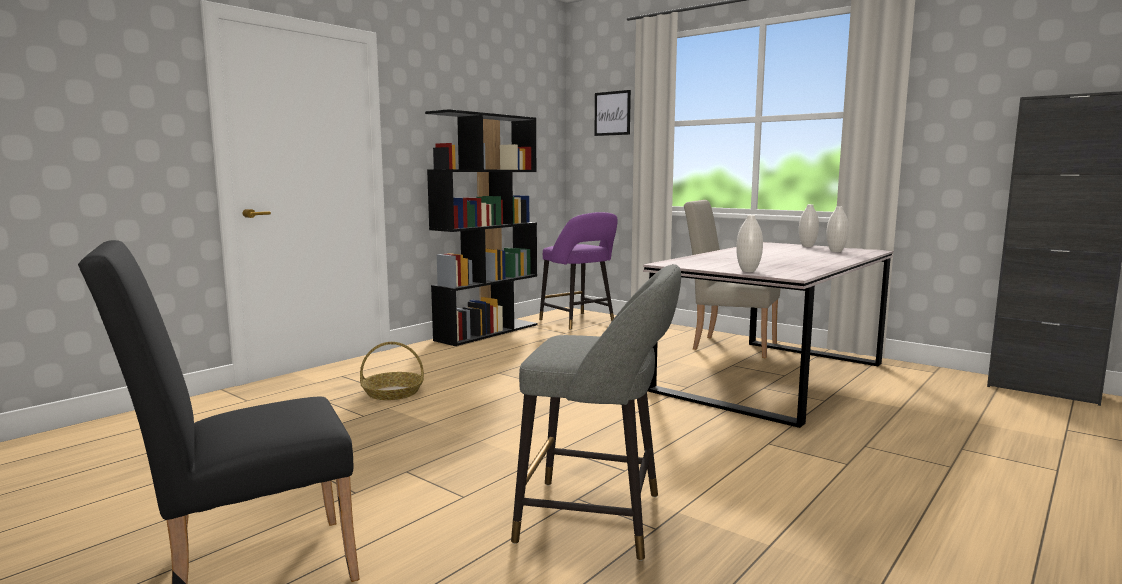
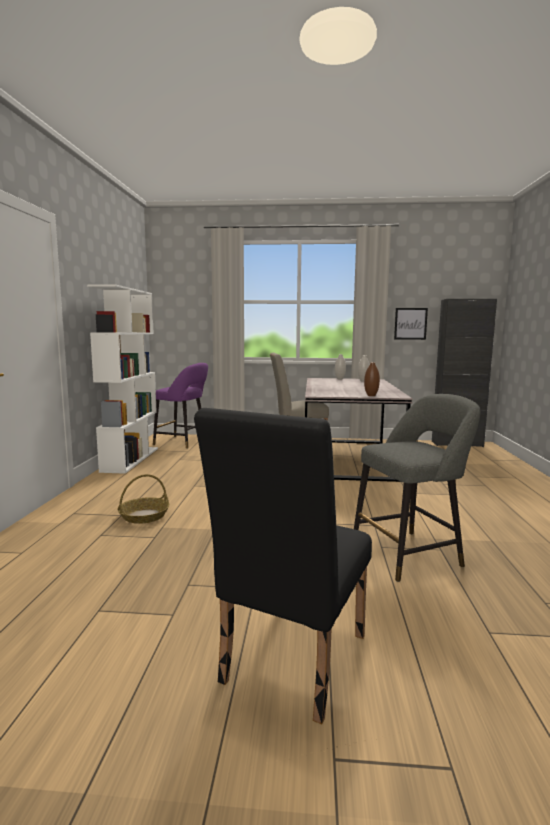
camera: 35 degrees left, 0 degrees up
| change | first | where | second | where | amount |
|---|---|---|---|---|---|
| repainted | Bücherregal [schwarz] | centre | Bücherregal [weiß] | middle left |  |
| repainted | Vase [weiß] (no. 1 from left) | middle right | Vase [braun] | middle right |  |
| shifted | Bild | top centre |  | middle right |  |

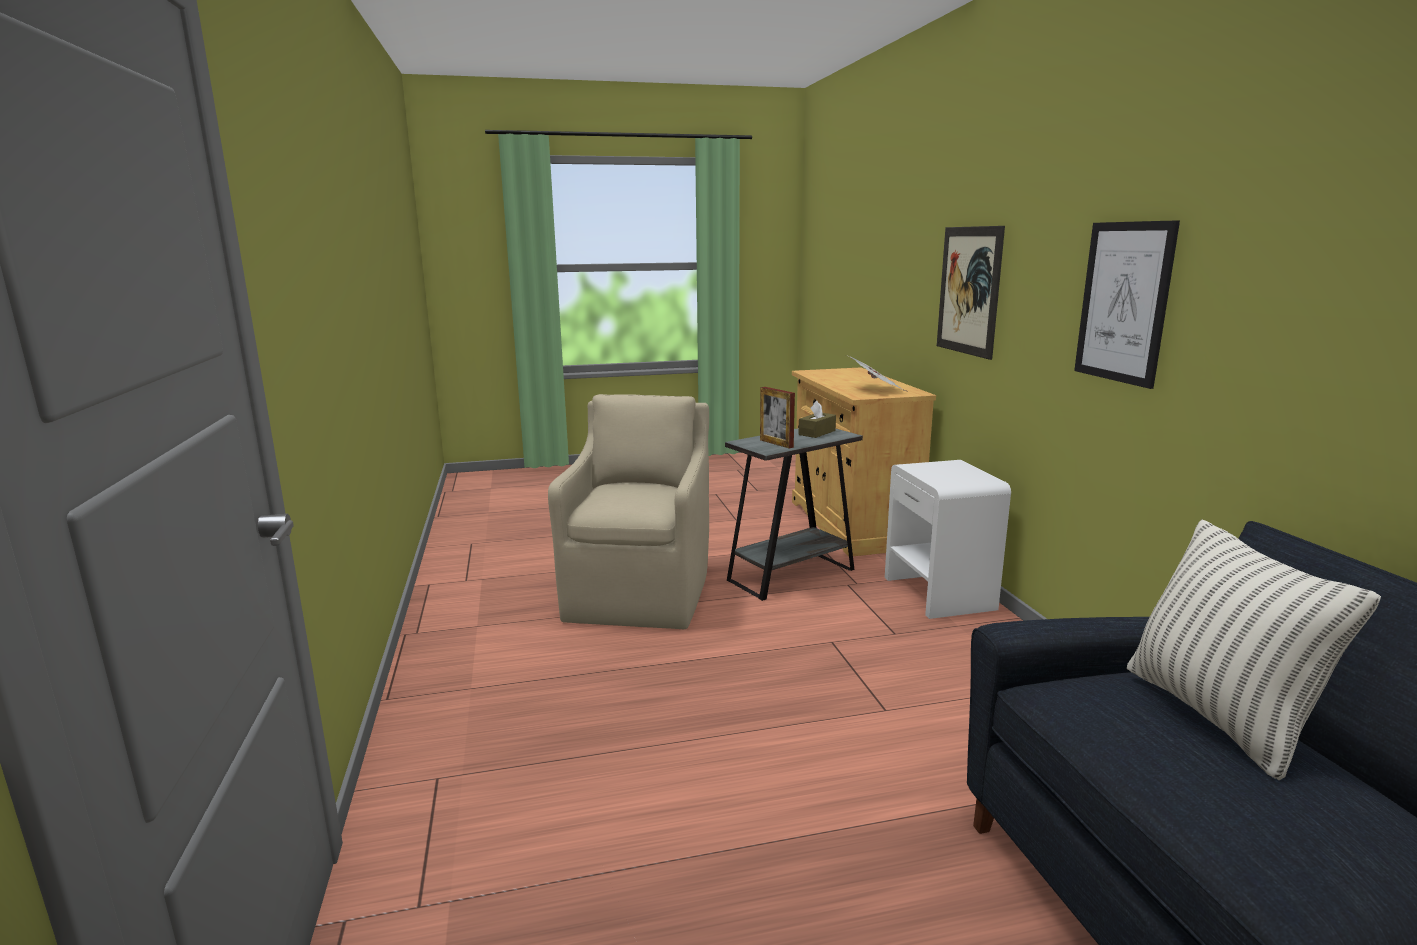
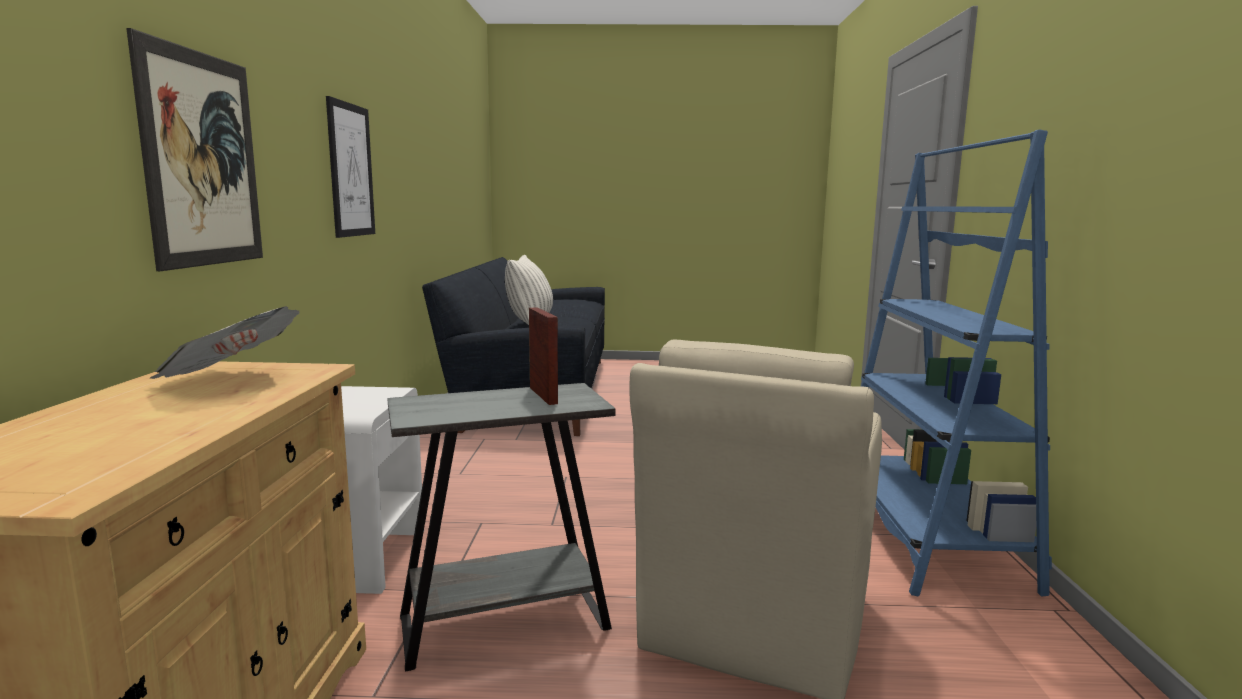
camera: 165 degrees left, 5 degrees down
| change | first | where | second | where | amount |
|---|---|---|---|---|---|
| new |  |  | Bücherregal [blau] | middle right |  |
| gone | Taschentuchbox [braun] | centre |  |  |  |

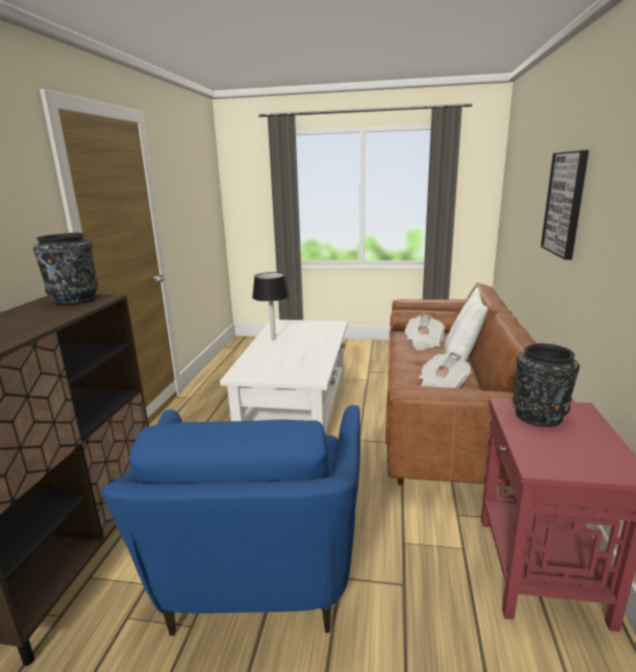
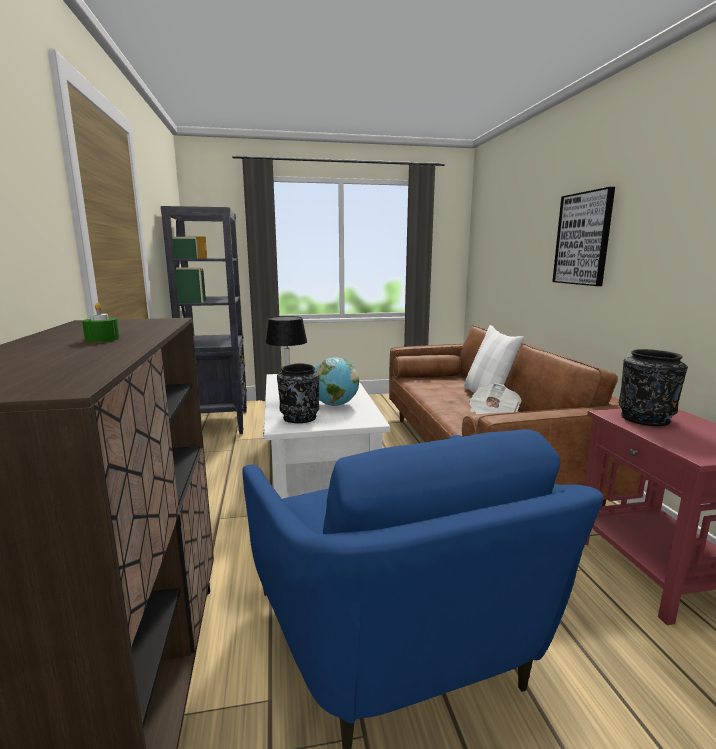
camera: 20 degrees left, 5 degrees down
| change | first | where | second | where | amount |
|---|---|---|---|---|---|
| new |  |  | Kerze [grün] | middle left |  |
| new |  |  | Bücherregal [schwarz] | middle left |  |
| shifted | Vase [schwarz] (no. 1 from left) | middle left |  | centre |  |
| new |  |  | Globus | centre |  |
| gone | Zeitung (no. 1 from left) | middle right |  |  |  |

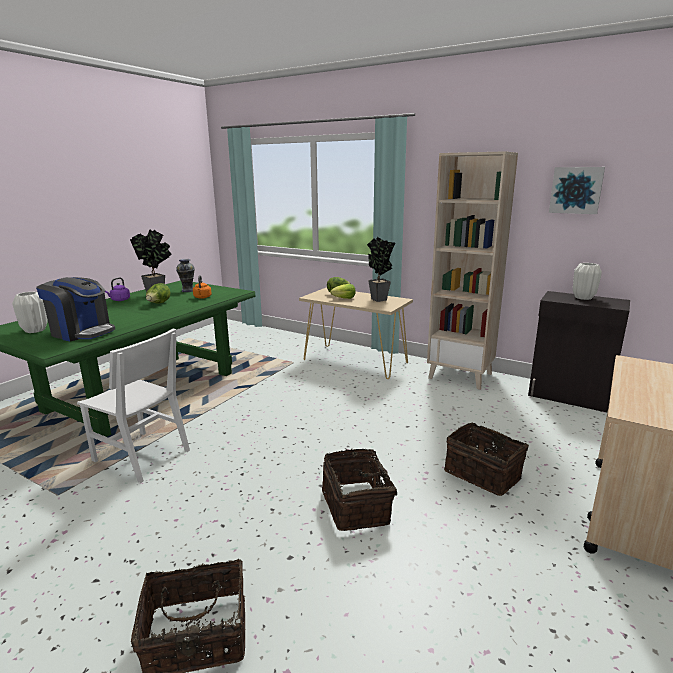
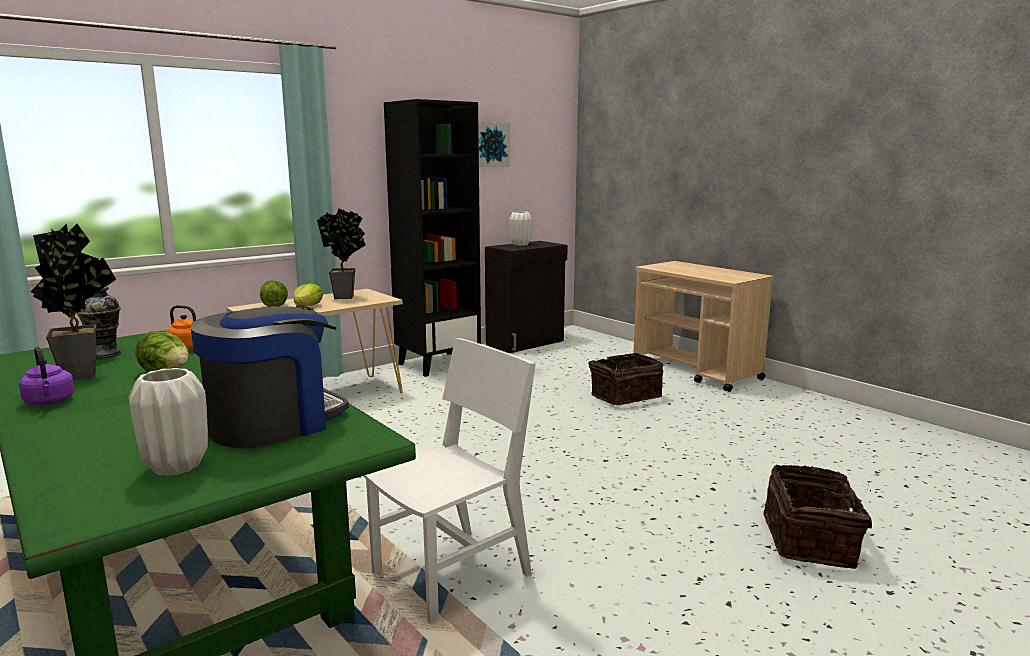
camera: 70 degrees left, 5 degrees down
| change | first | where | second | where | amount |
|---|---|---|---|---|---|
| repainted | Bücherregal [beige] | middle right | Bücherregal [schwarz] | centre |  |
| gone | Korb (no. 2 from left) | bottom centre |  |  |  |

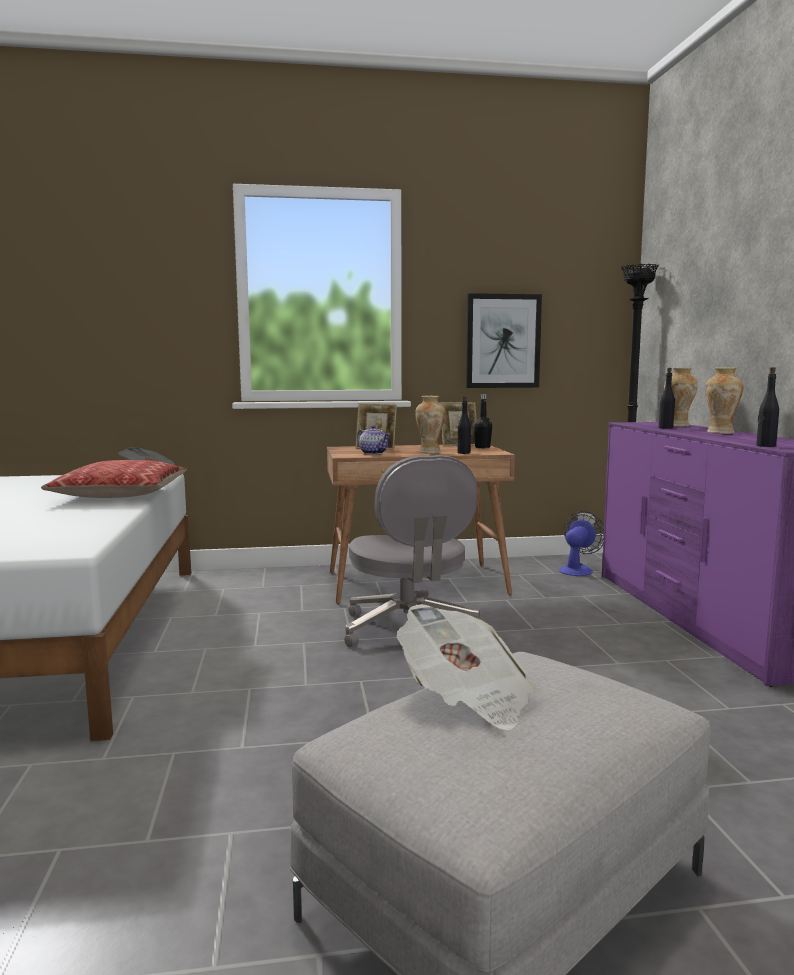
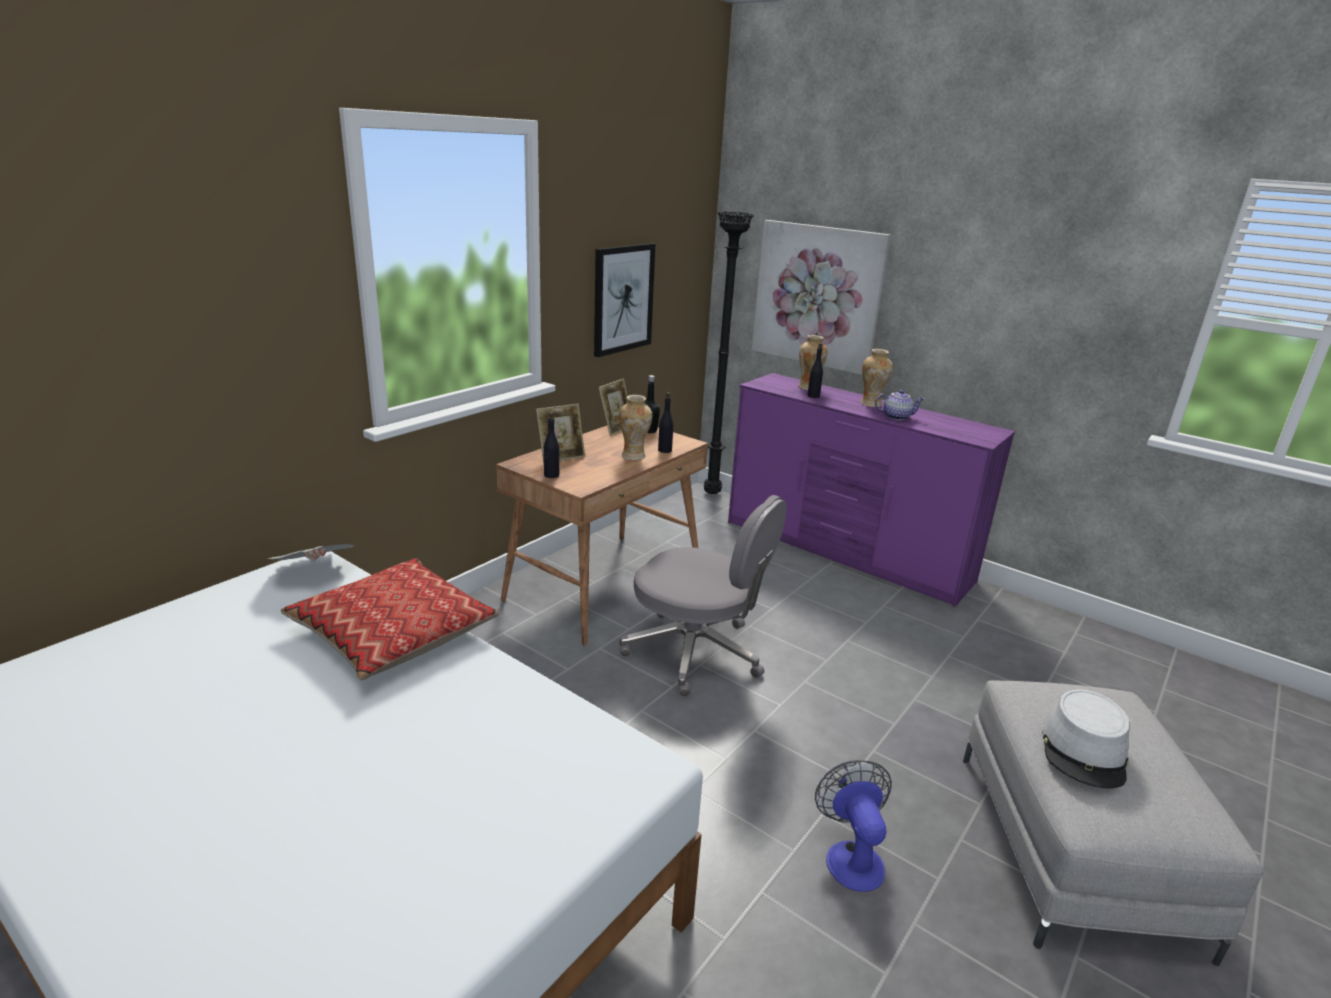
camera: 45 degrees left, 15 degrees up
| change | first | where | second | where | amount |
|---|---|---|---|---|---|
| shifted | Flasche [schwarz] (no. 4 from left in the first image) | middle right | Flasche [schwarz] (no. 1 from left) | centre |  |
| new |  |  | Bild (no. 2 from left) | top centre |  |
| shifted | Ventilator | middle right |  | bottom centre |  |
| shifted | Teekanne | centre |  | middle right |  |
| swapped | Zeitung (no. 2 from left) | bottom centre | Hut [grau] | bottom right |  |

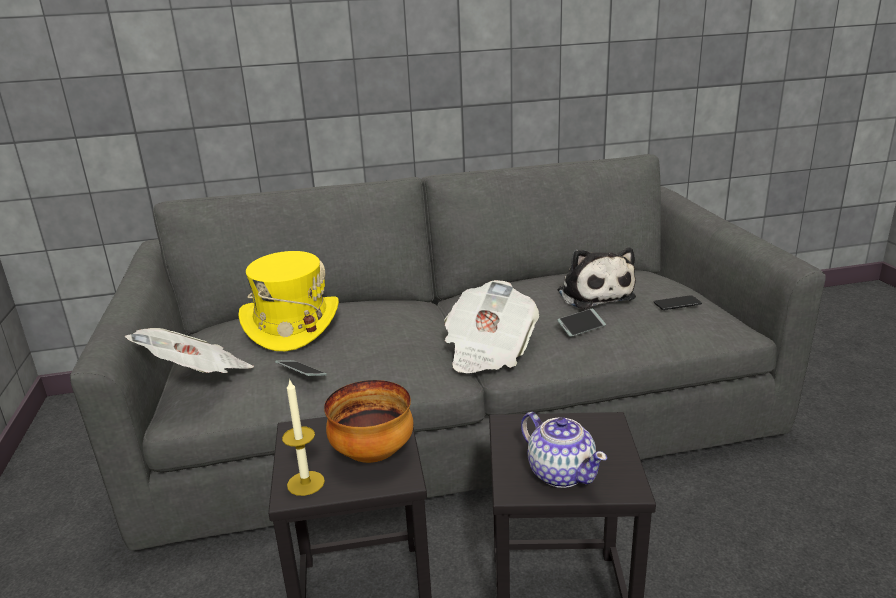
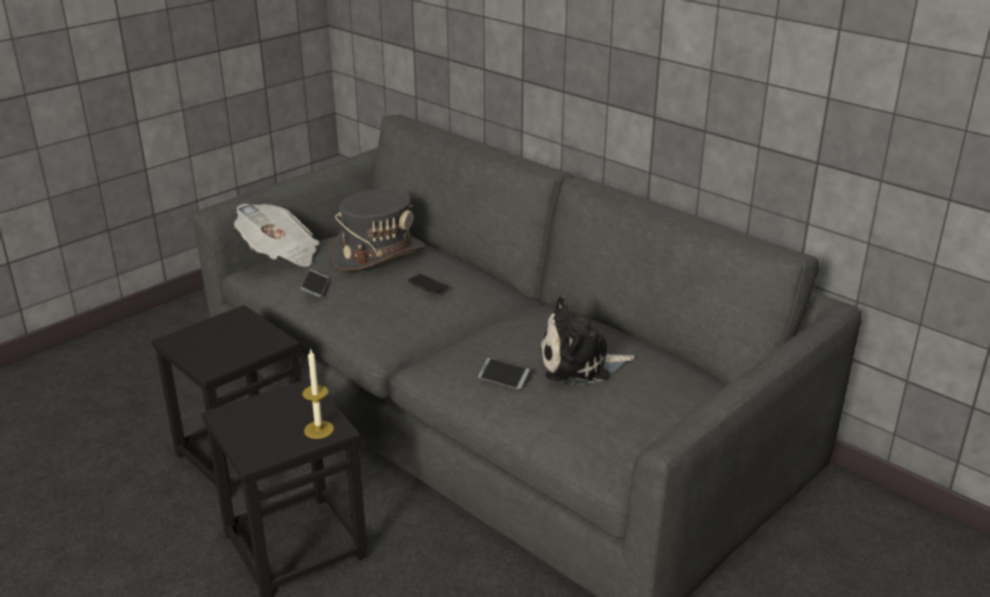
camera: 55 degrees right, 5 degrees up
| change | first | where | second | where | amount |
|---|---|---|---|---|---|
| shifted | Kerze | bottom centre |  | middle left |  |
| repainted | Hut [gelb] | middle left | Hut [grau] | centre |  |
| shifted | Handy (no. 3 from left in the first image) | middle right | Handy (no. 2 from left) | centre |  |
| rotated | Plüschtier | centre |  | centre | 45 degrees clockwise |
| gone | Schüssel | bottom centre |  |  |  |
| gone | Zeitung (no. 2 from left) | centre |  |  |  |
| gone | Teekanne | bottom centre |  |  |  |

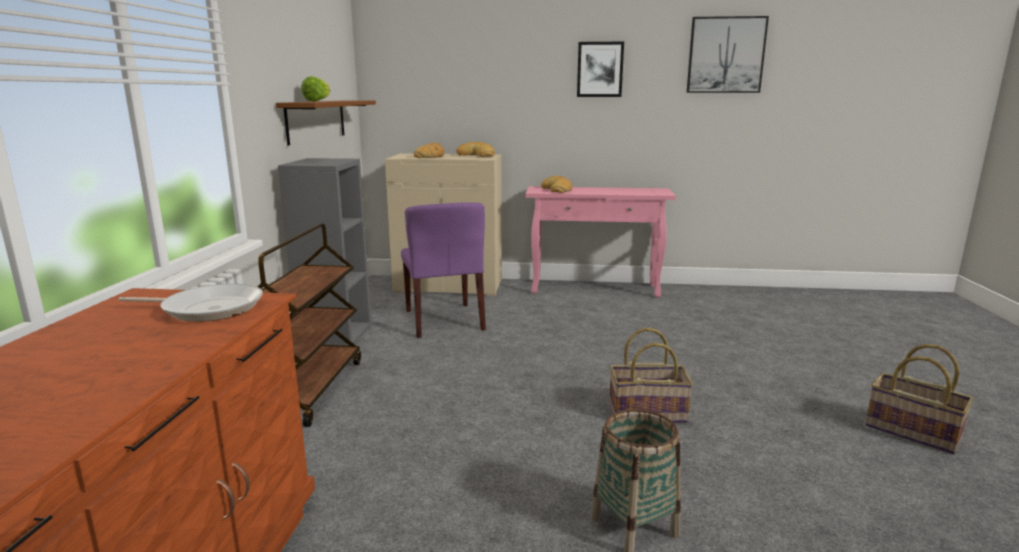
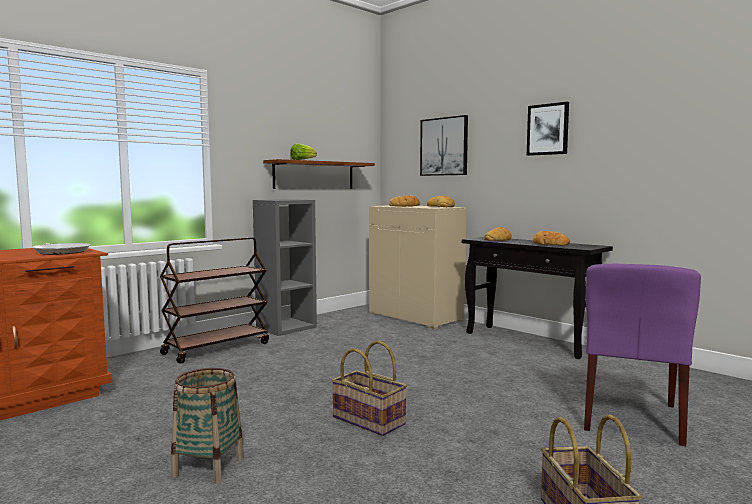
camera: 40 degrees right, 10 degrees down
| change | first | where | second | where | amount |
|---|---|---|---|---|---|
| shifted | Bild (no. 2 from left in the first image) | top right | Bild (no. 1 from left) | top centre |  |
| repainted | Konsolentisch [rosa] | centre | Konsolentisch [schwarz] | middle right |  |
| new |  |  | Brot (no. 4 from left) | middle right |  |
| shifted | Stuhl [lila] | centre |  | bottom right |  |

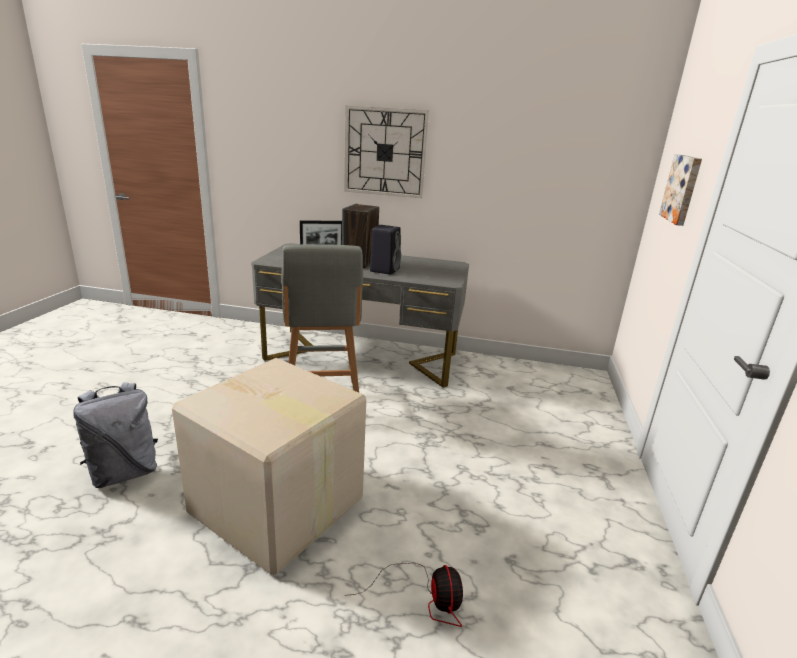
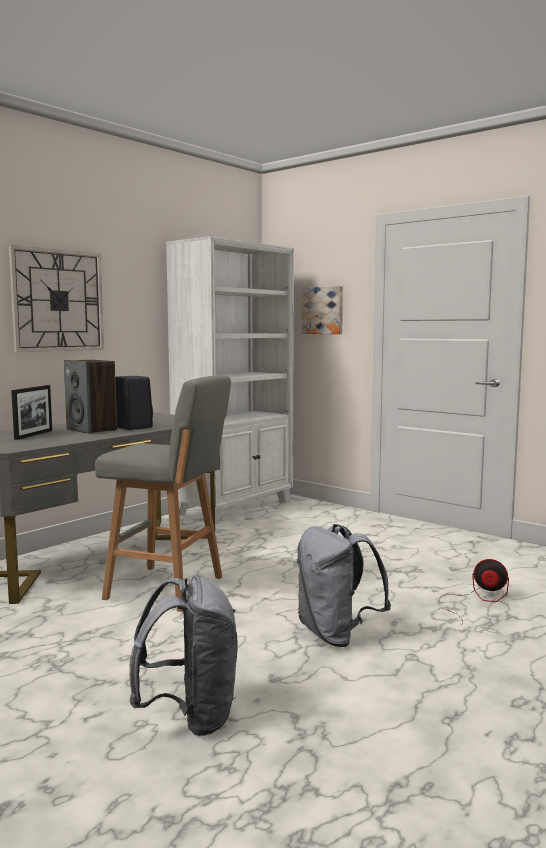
camera: 60 degrees left, 15 degrees down
| change | first | where | second | where | amount |
|---|---|---|---|---|---|
| new |  |  | Bücherregal [weiß] | centre |  |
| swapped | Karton | bottom centre | Rucksack [grau] (no. 2 from left) | bottom centre |  |

